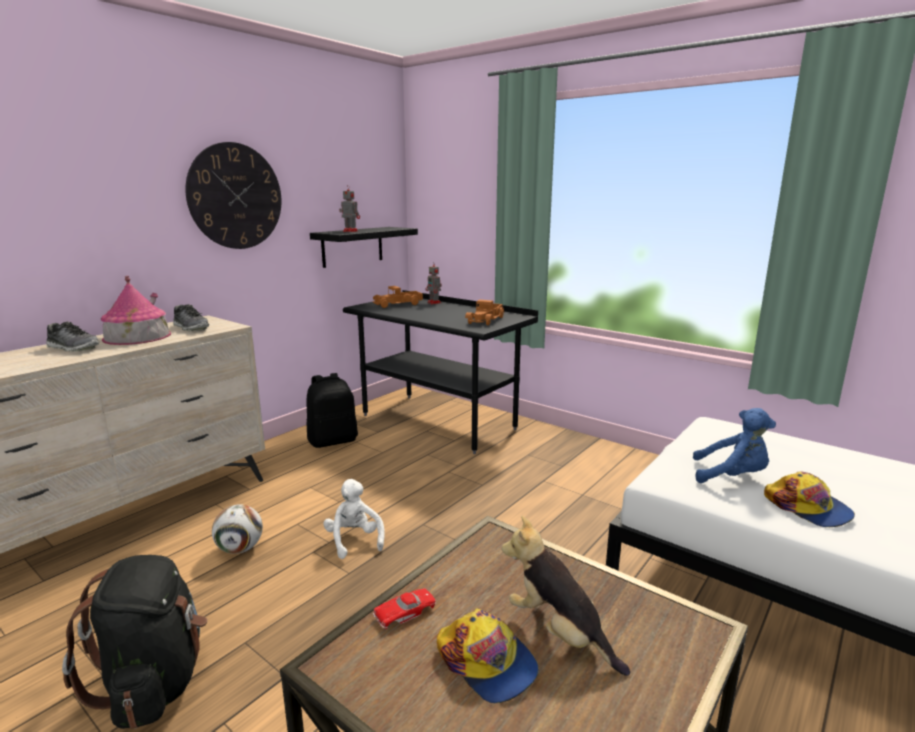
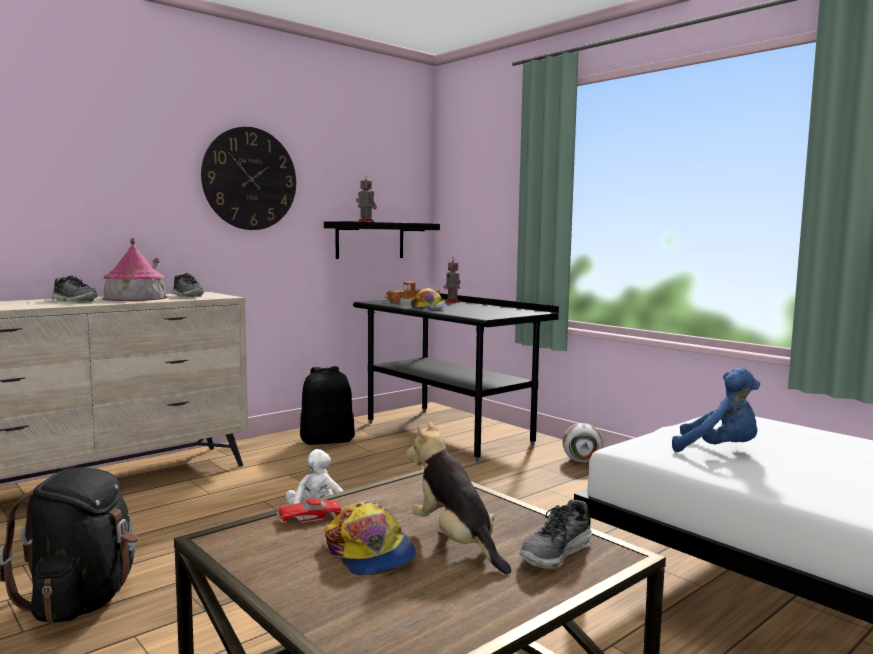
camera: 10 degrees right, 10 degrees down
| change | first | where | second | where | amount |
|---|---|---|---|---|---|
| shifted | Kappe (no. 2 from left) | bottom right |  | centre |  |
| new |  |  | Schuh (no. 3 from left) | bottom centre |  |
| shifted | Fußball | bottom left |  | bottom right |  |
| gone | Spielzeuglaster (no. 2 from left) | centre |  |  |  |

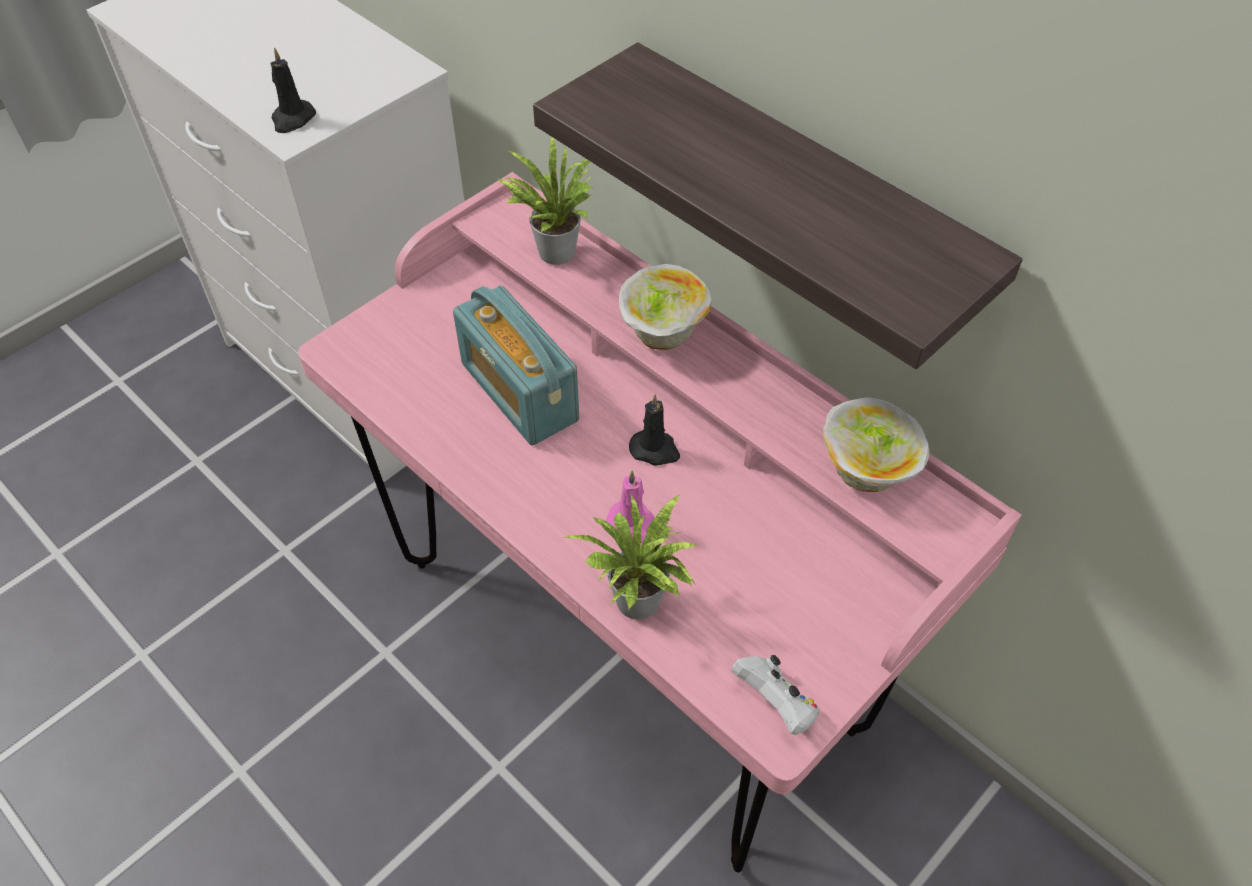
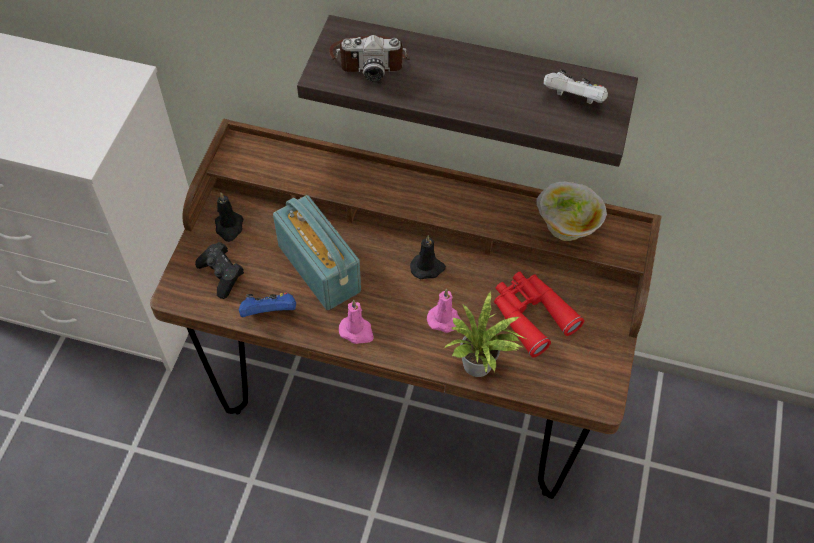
camera: 30 degrees left, 5 degrees up
| change | first | where | second | where | amount |
|---|---|---|---|---|---|
| repainted | Schreibtisch [rosa] | centre | Schreibtisch [braun] | centre |  |
| new |  |  | Gamepad [schwarz] | middle left |  |
| shifted | Kerze [schwarz] (no. 1 from left) | top left |  | middle left |  |
| new |  |  | Gamepad [blau] | middle left |  |
| rotated | Radio | centre |  | centre | 150 degrees counterclockwise |
| new |  |  | Kamera | top centre |  |
| new |  |  | Kerze [rosa] (no. 1 from left) | centre |  |
| new |  |  | Fernglas [rot] | centre |  |
| shifted | Gamepad [weiß] | bottom centre |  | top right |  |
| gone | Topfpflanze (no. 1 from left) | top centre |  |  |  |
| gone | Schüssel (no. 1 from left) | centre |  |  |  |

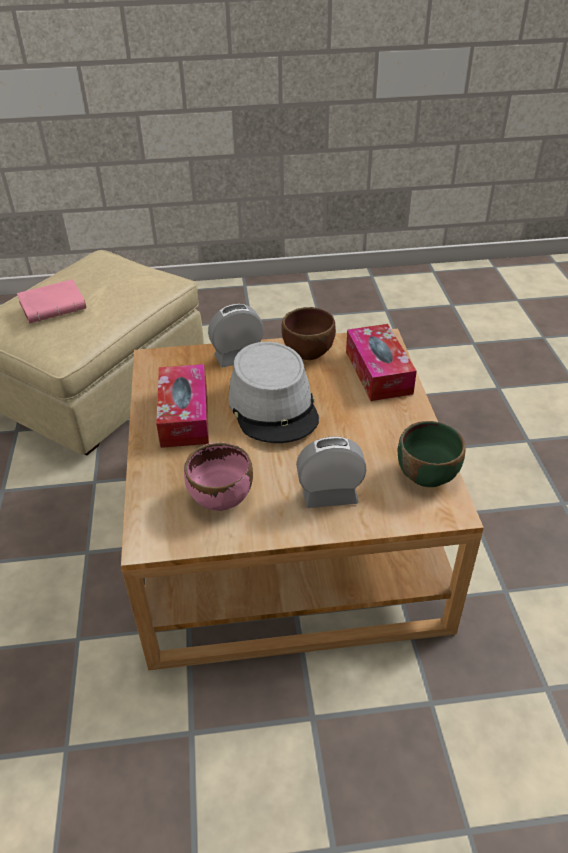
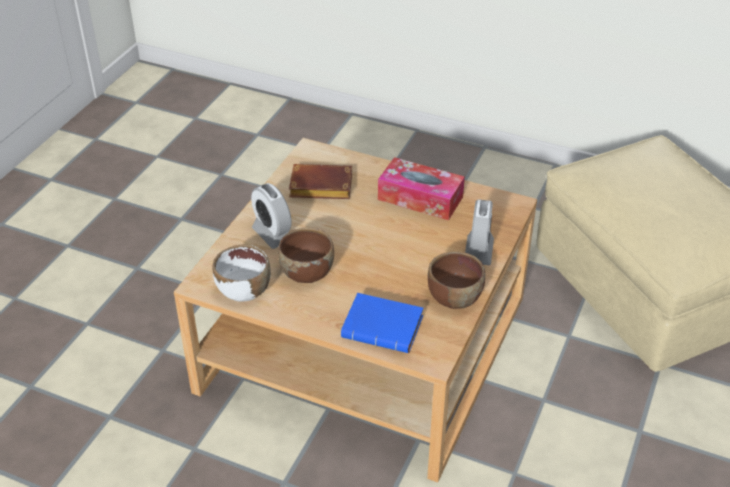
camera: 120 degrees right, 0 degrees up
| change | first | where | second | where | amount |
|---|---|---|---|---|---|
| repainted | Schüssel [grün] | middle right | Schüssel [weiß] | middle left |  |
| rotated | Wecker (no. 2 from left in the first image) | centre | Wecker (no. 1 from left) | centre | 120 degrees clockwise |
| new |  |  | Schüssel [braun] (no. 1 from left) | centre |  |
| swapped | Schüssel [rosa] | centre | Buch [braun] | centre |  |
| swapped | Taschentuchbox (no. 2 from left) | middle right | Buch [blau] | centre |  |
| gone | Buch [rosa] | middle left |  |  |  |
| gone | Hut [grau] | centre |  |  |  |

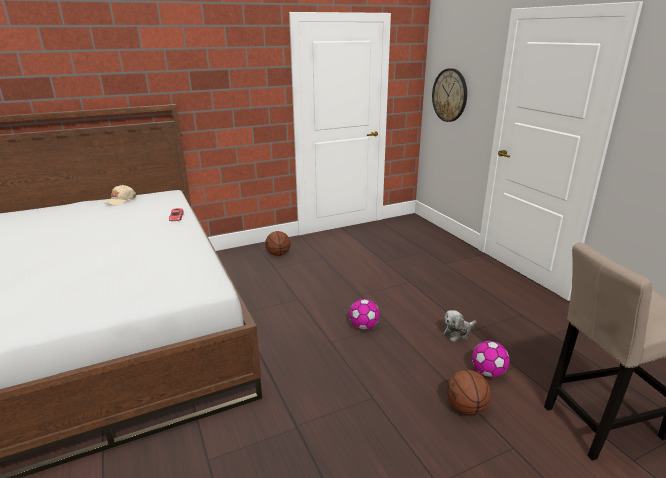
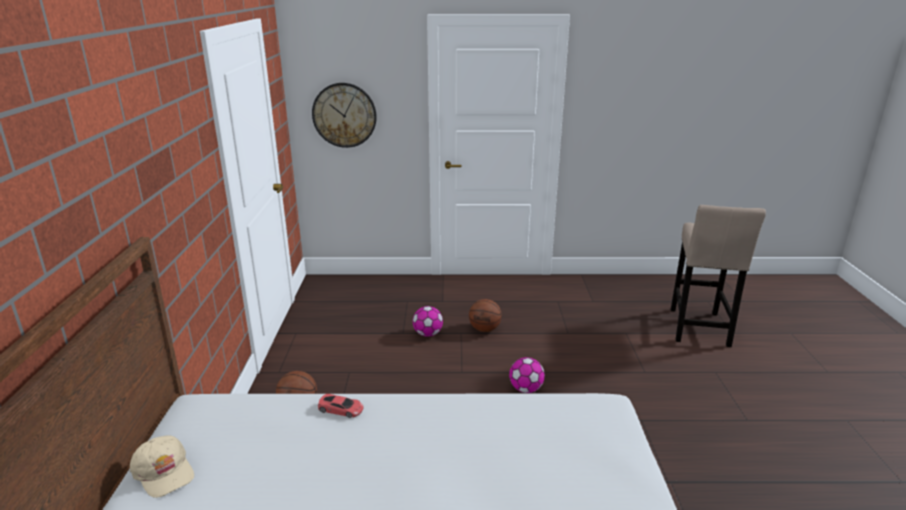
camera: 65 degrees left, 0 degrees up
| change | first | where | second | where | amount |
|---|---|---|---|---|---|
| shifted | Fußball (no. 2 from left in the first image) | bottom right | Fußball (no. 1 from left) | centre |  |
| shifted | Basketball (no. 2 from left) | bottom right |  | centre |  |
| gone | Plüschtier | bottom right |  |  |  |

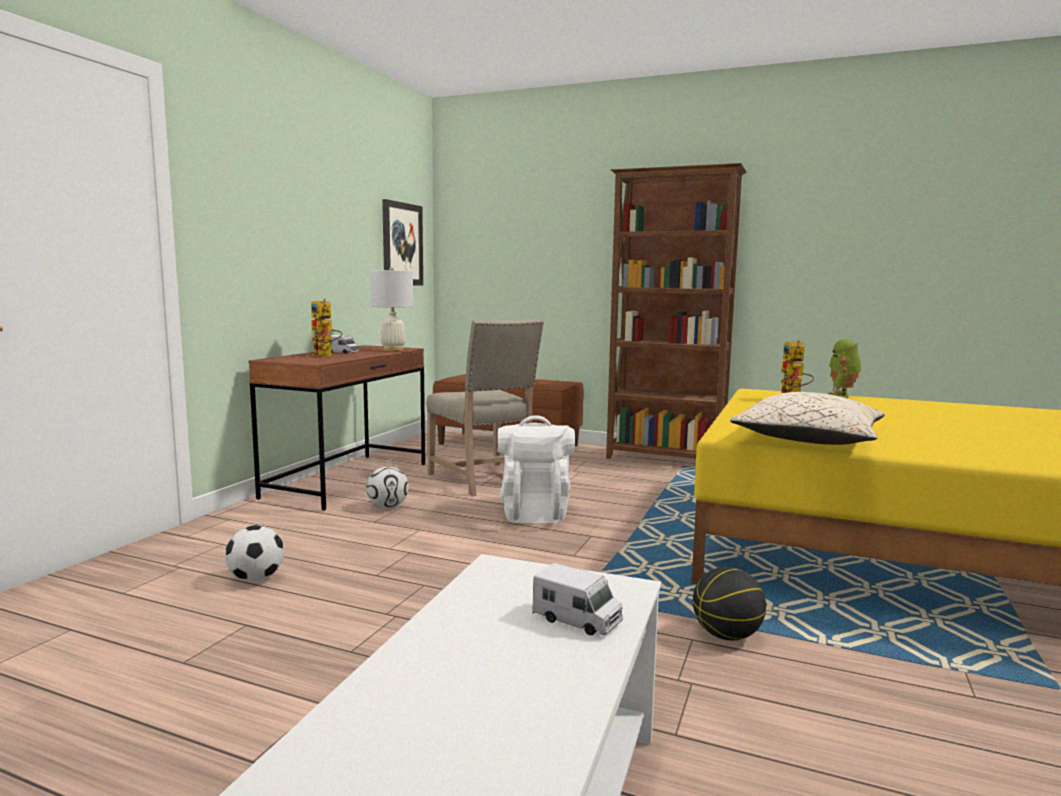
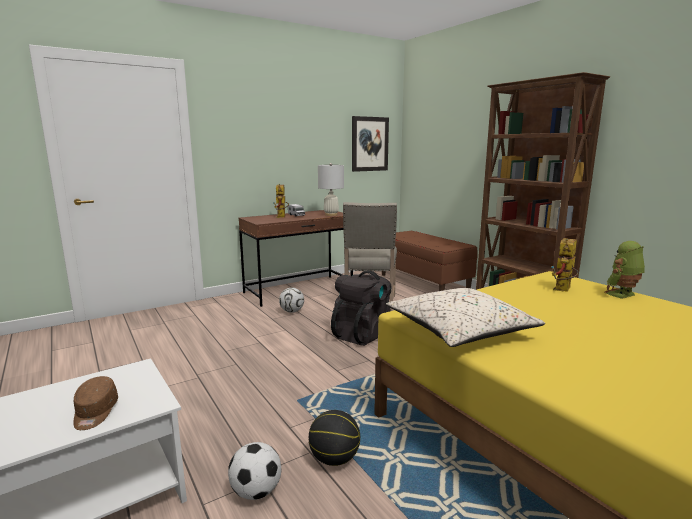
camera: 35 degrees right, 5 degrees up
| change | first | where | second | where | amount |
|---|---|---|---|---|---|
| swapped | Spielzeuglaster (no. 2 from left) | bottom centre | Kappe [braun] | bottom left |  |
| shifted | Fußball (no. 1 from left) | bottom left |  | bottom centre |  |
| repainted | Rucksack [weiß] | centre | Rucksack [schwarz] | centre |  |

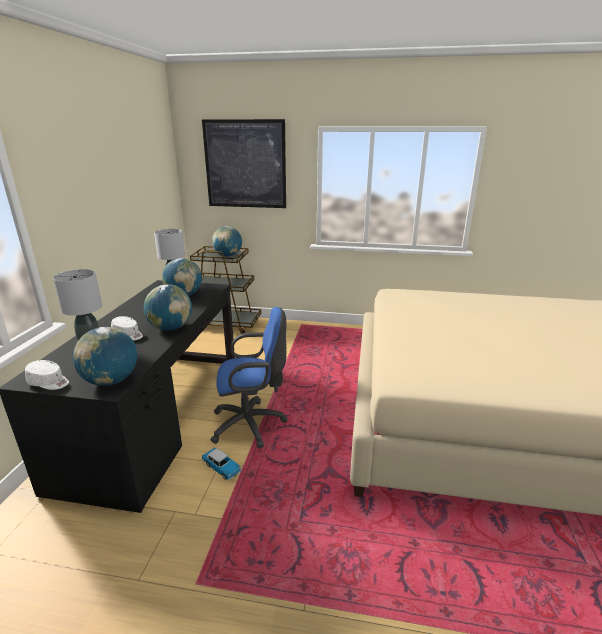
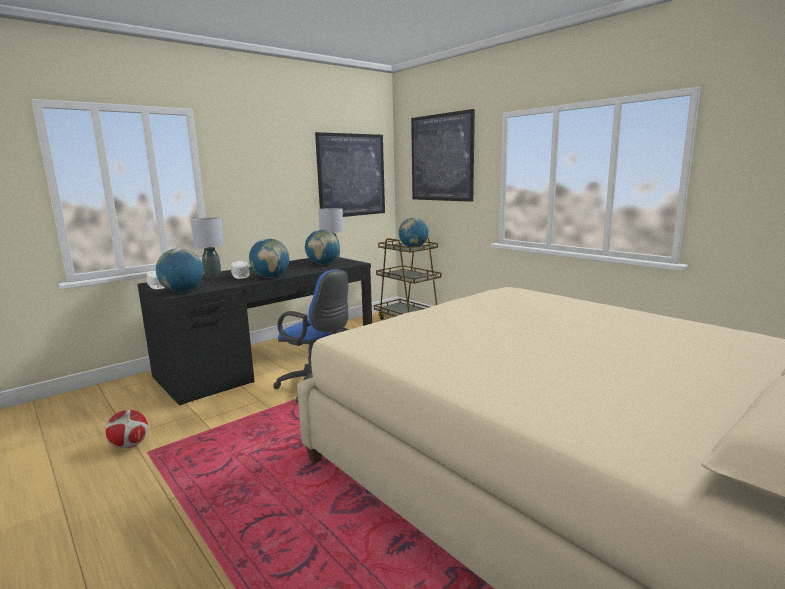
camera: 40 degrees right, 10 degrees down
| change | first | where | second | where | amount |
|---|---|---|---|---|---|
| new |  |  | Fußball | bottom left |  |
| new |  |  | Bild (no. 1 from left) | top centre |  |
| gone | Spielzeugauto | bottom centre |  |  |  |

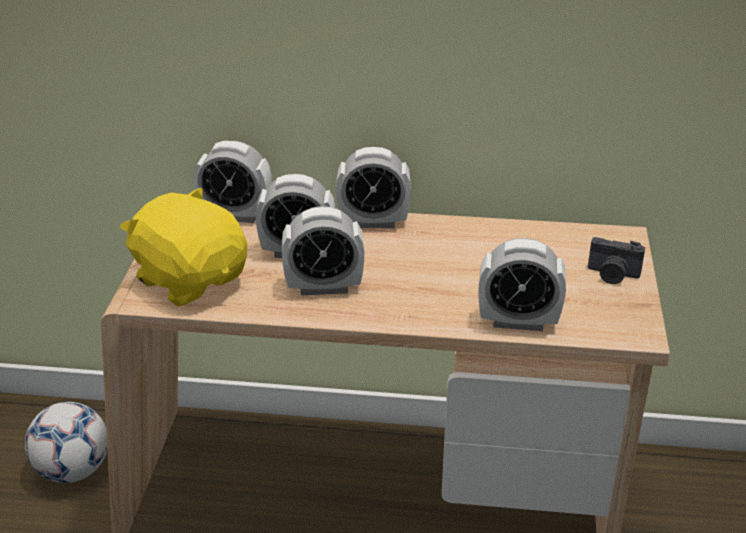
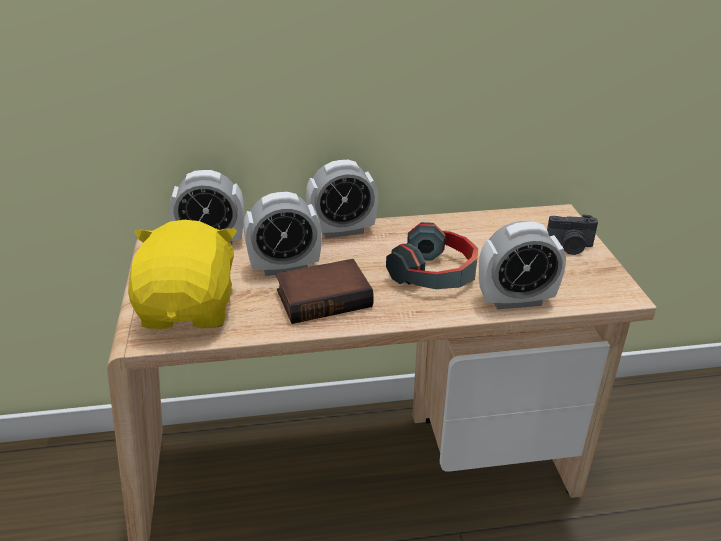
camera: 15 degrees left, 0 degrees up
| change | first | where | second | where | amount |
|---|---|---|---|---|---|
| rotated | Plüschtier [gelb] | middle left |  | middle left | 60 degrees clockwise |
| swapped | Wecker (no. 3 from left) | centre | Buch | centre |  |
| new |  |  | Kopfhörer | centre |  |
| gone | Fußball | bottom left |  |  |  |

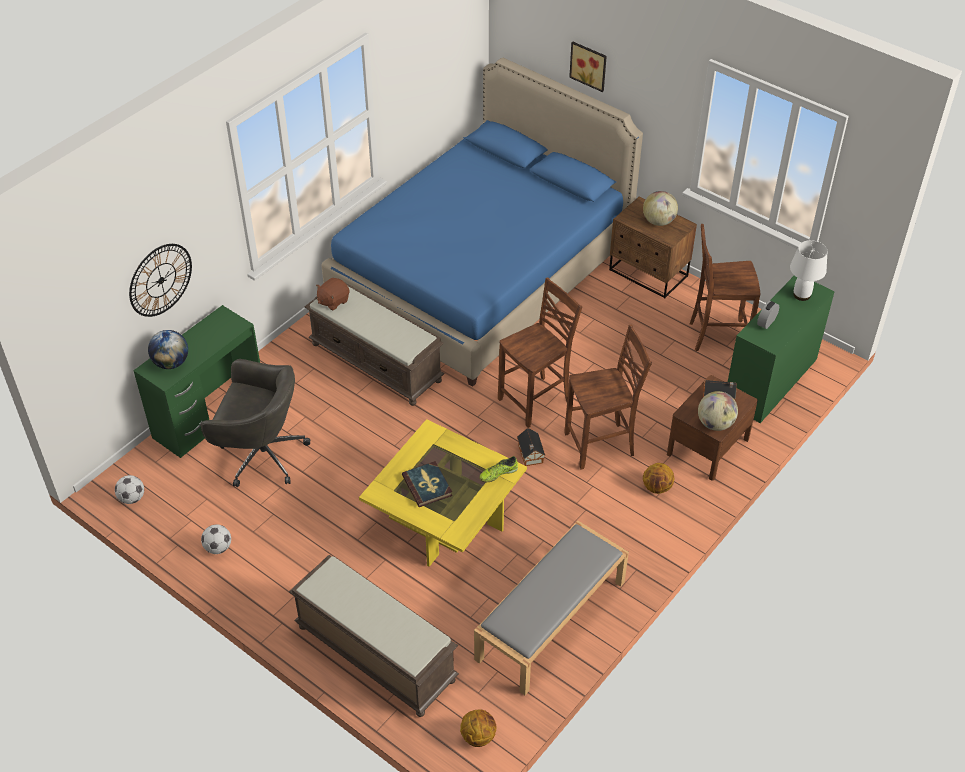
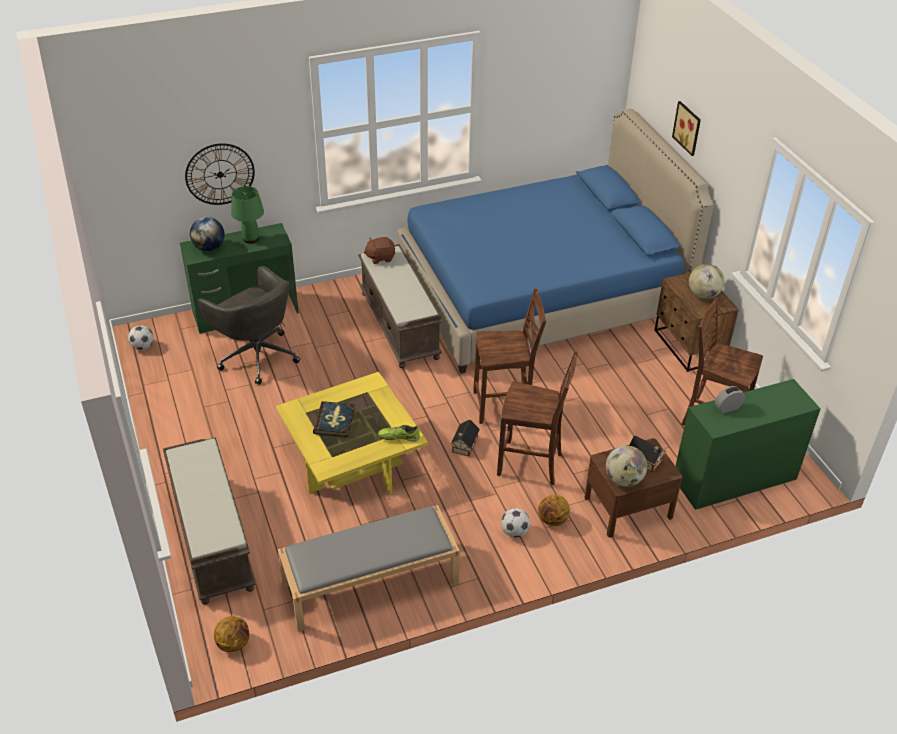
camera: 30 degrees right, 5 degrees down
| change | first | where | second | where | amount |
|---|---|---|---|---|---|
| new |  |  | Tischlampe [grün] | top left |  |
| shifted | Fußball (no. 2 from left) | bottom left |  | bottom centre |  |
| gone | Tischlampe [weiß] | middle right |  |  |  |

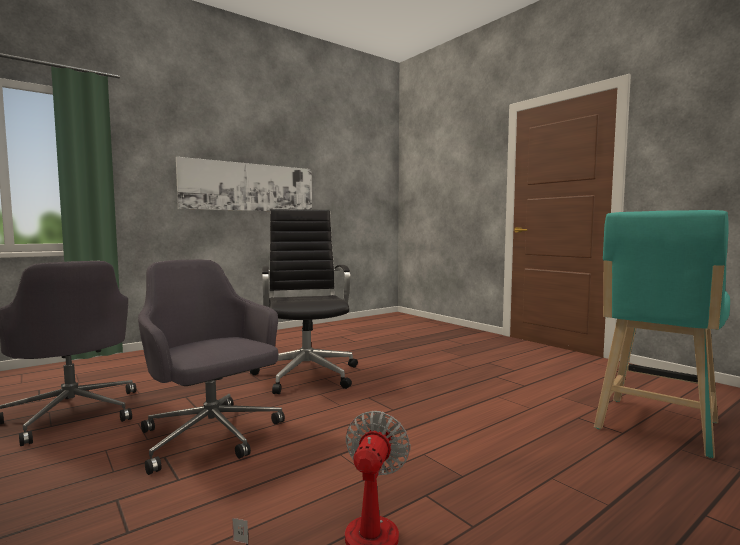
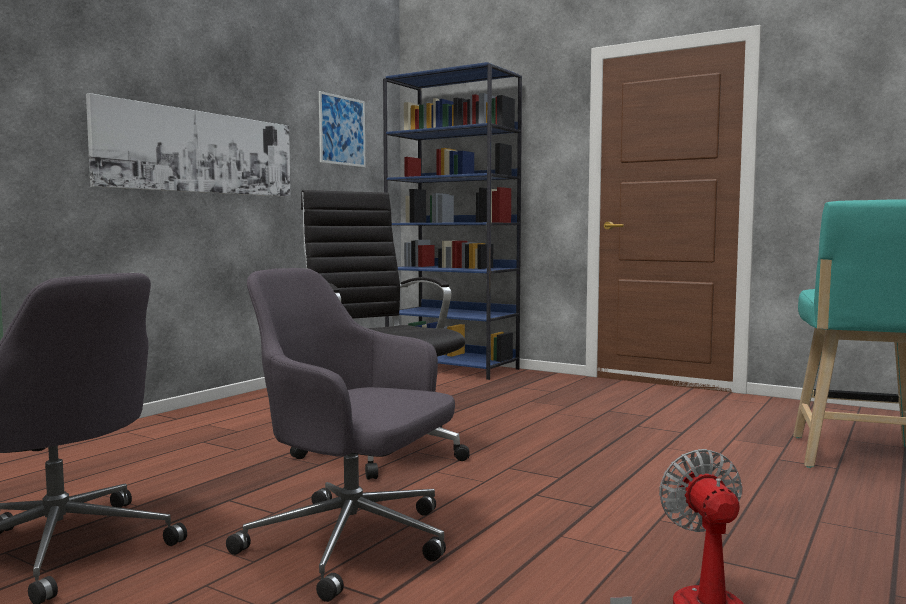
camera: 20 degrees left, 0 degrees up
| change | first | where | second | where | amount |
|---|---|---|---|---|---|
| new |  |  | Bild (no. 2 from left) | top centre |  |
| new |  |  | Bücherregal [blau] | centre |  |

